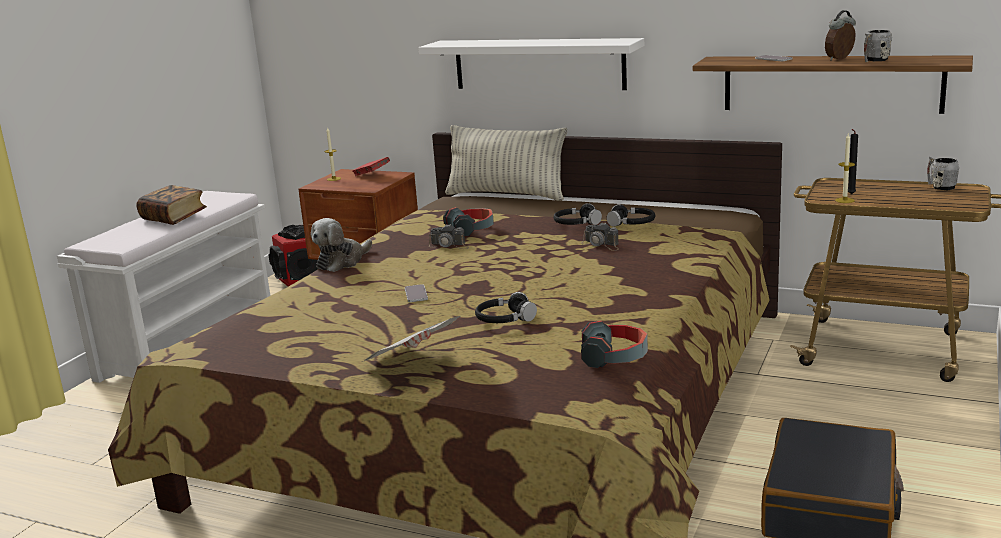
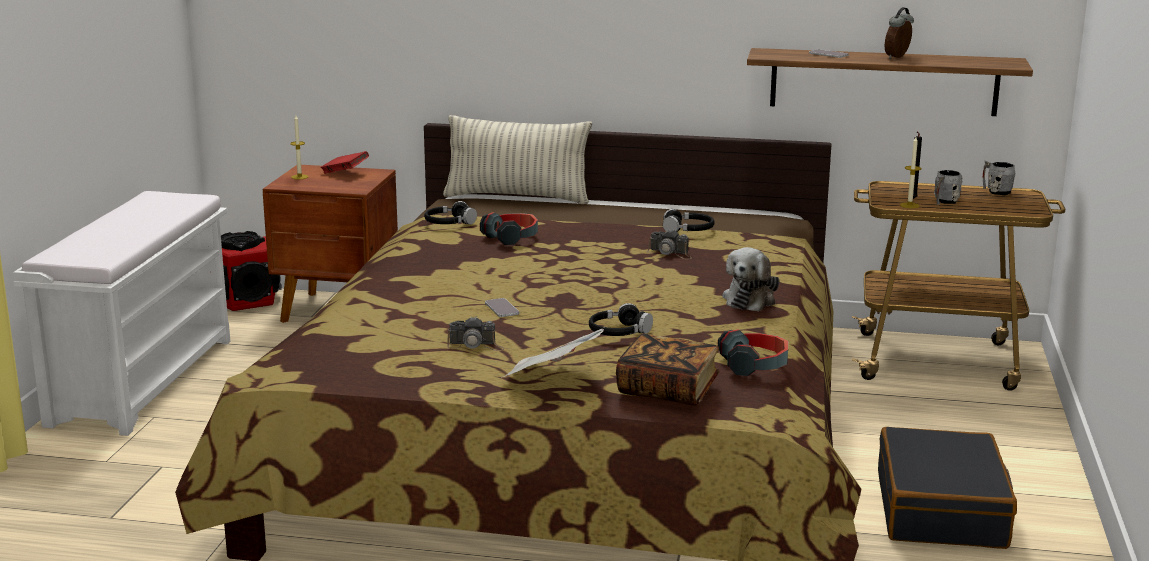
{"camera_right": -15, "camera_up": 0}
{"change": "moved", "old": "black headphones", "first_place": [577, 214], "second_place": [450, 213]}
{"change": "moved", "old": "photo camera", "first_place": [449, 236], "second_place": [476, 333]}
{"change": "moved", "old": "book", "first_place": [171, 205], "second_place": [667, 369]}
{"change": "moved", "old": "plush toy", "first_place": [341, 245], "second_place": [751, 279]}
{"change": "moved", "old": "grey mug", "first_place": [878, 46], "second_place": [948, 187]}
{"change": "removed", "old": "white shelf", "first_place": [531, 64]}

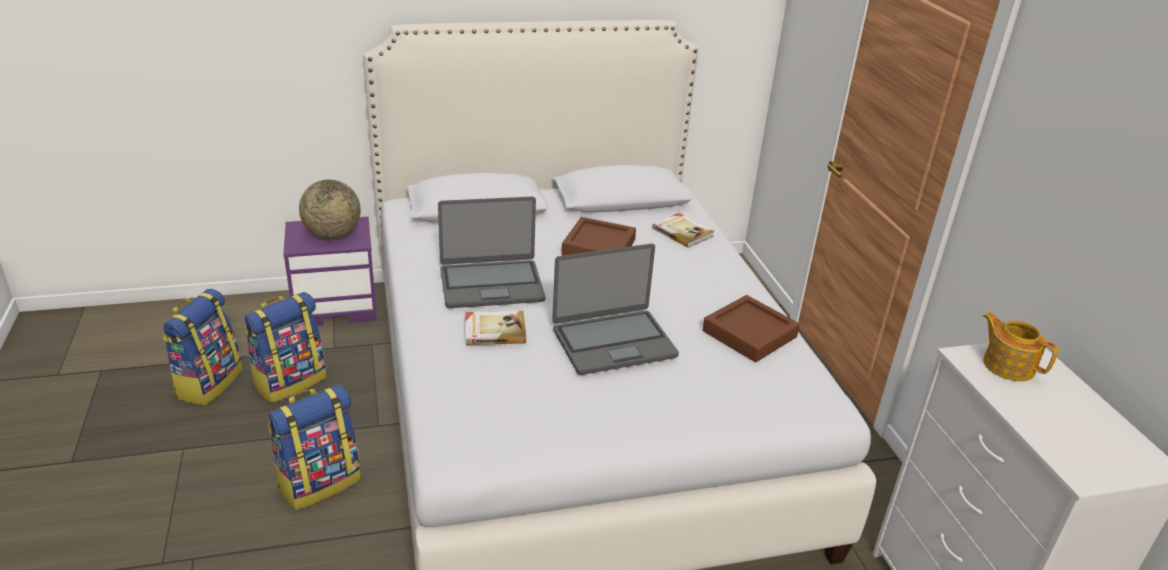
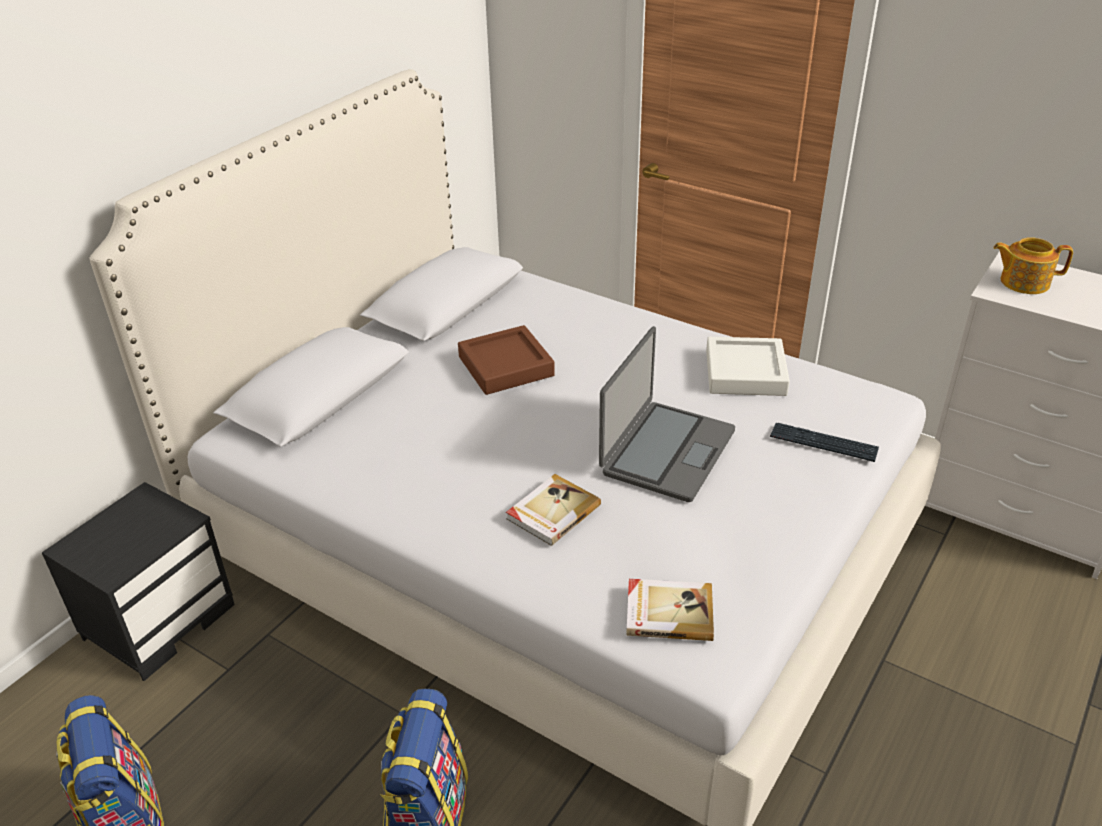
{"camera_right": -40, "camera_up": 5}
{"change": "recoloured", "old": "purple nightstand", "new": "black nightstand", "first_place": [330, 271], "second_place": [138, 581]}
{"change": "moved", "old": "book", "first_place": [683, 230], "second_place": [670, 610]}
{"change": "recoloured", "old": "brown tray", "new": "white tray", "first_place": [751, 328], "second_place": [748, 366]}
{"change": "added", "new": "keyboard", "second_place": [824, 442]}
{"change": "removed", "old": "backpack", "first_place": [285, 347]}
{"change": "removed", "old": "globe", "first_place": [330, 209]}
{"change": "removed", "old": "laptop", "first_place": [491, 252]}

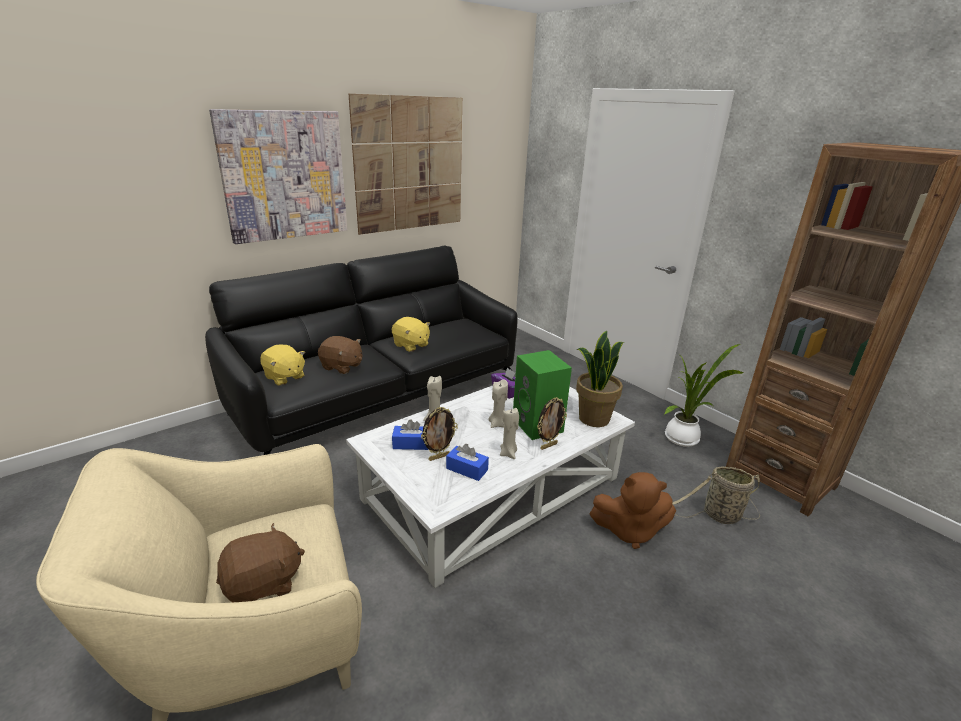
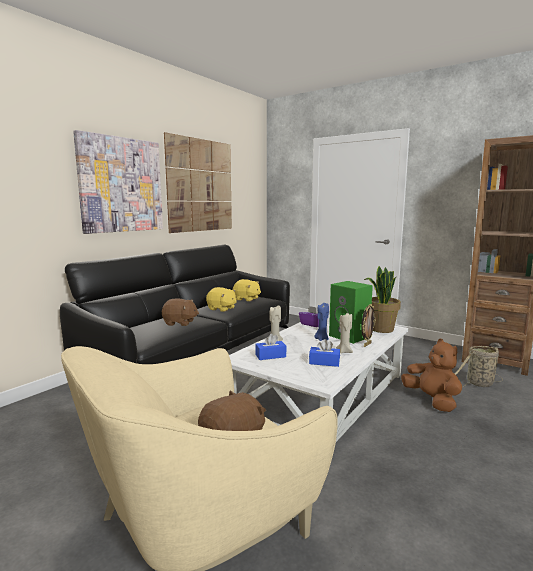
{"camera_right": -15, "camera_up": -15}
{"change": "moved", "old": "yellow plush toy", "first_place": [282, 365], "second_place": [247, 290]}
{"change": "recoloured", "old": "beige candle", "new": "blue candle", "first_place": [498, 403], "second_place": [321, 322]}
{"change": "turned", "old": "brown plush toy", "first_place": [633, 510], "second_place": [431, 375], "degrees": -105}
{"change": "removed", "old": "picture frame", "first_place": [439, 434]}
{"change": "removed", "old": "potted plant", "first_place": [704, 395]}

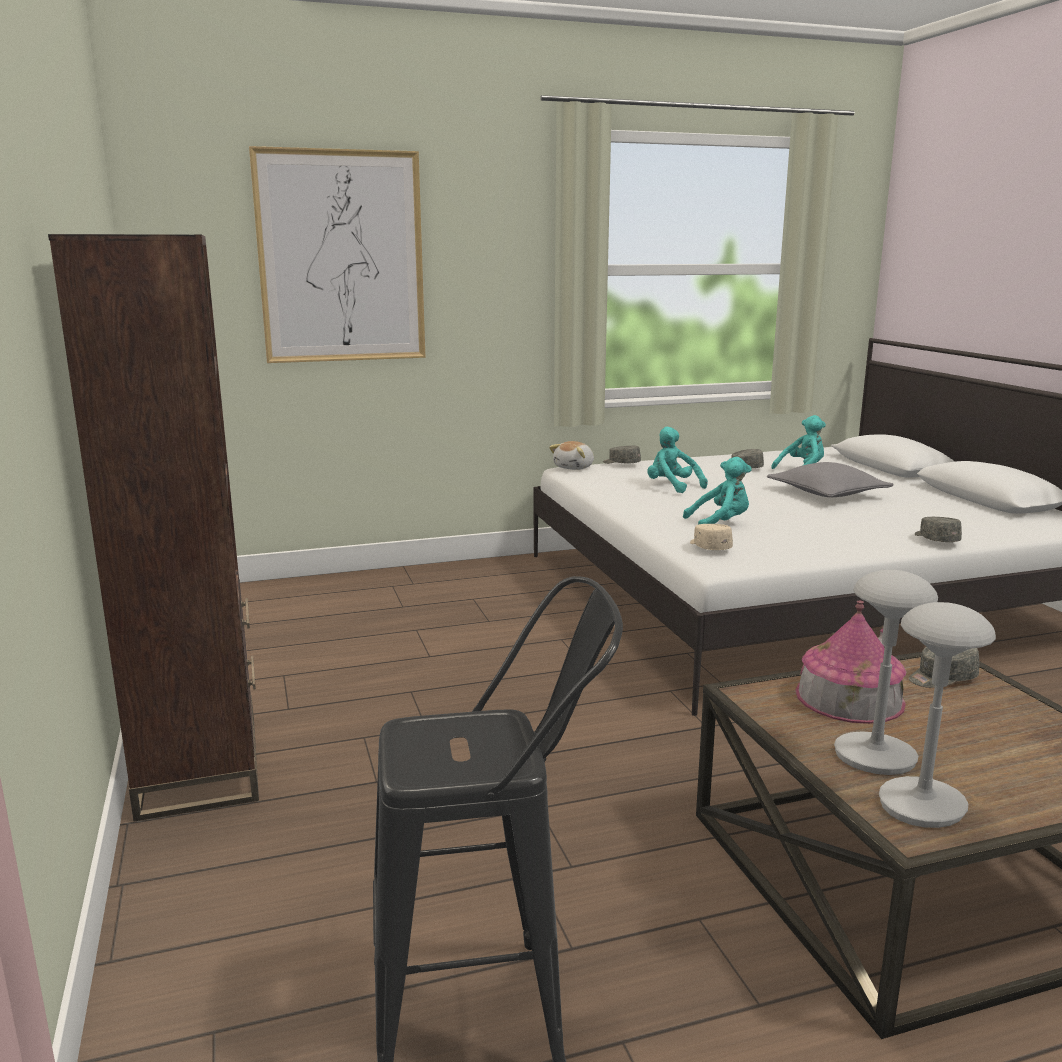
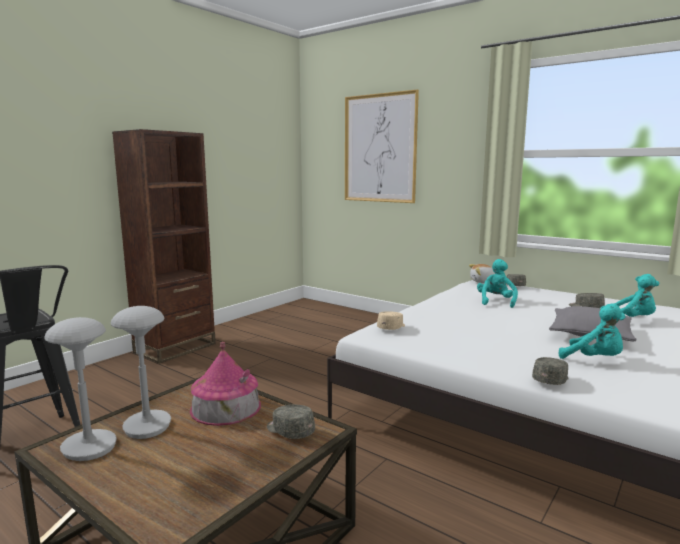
{"camera_right": 55, "camera_up": -5}
{"change": "moved", "old": "turquoise plush toy", "first_place": [717, 491], "second_place": [592, 331]}

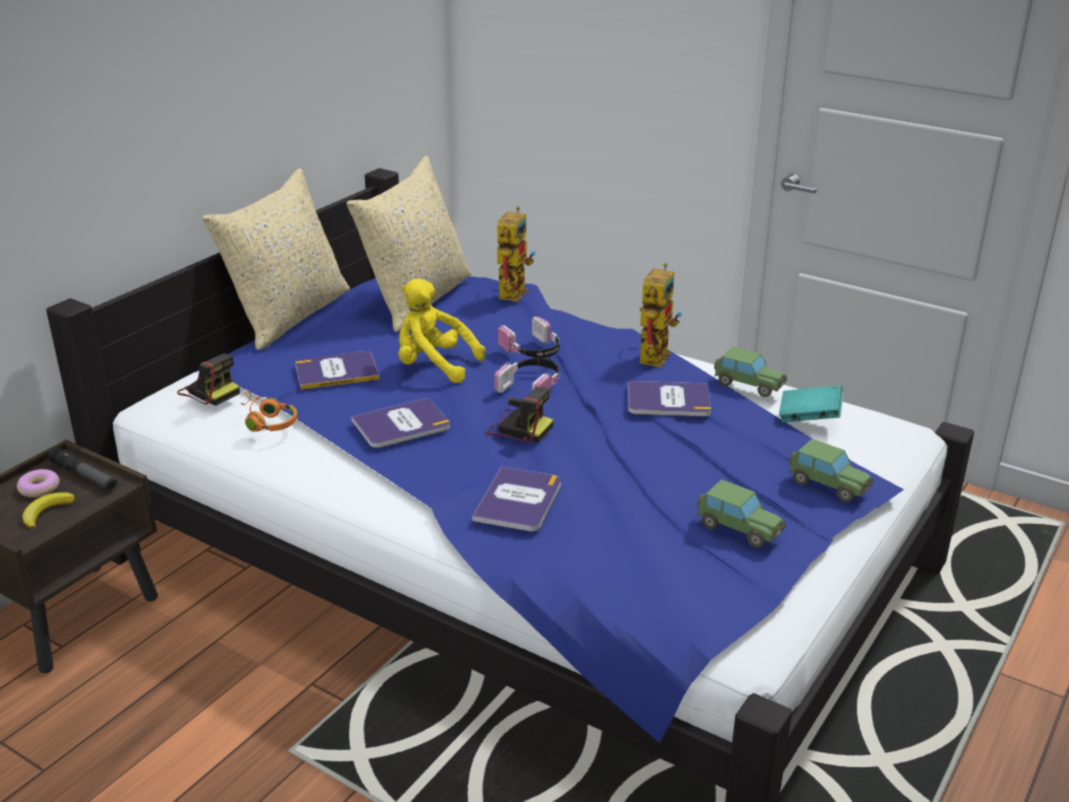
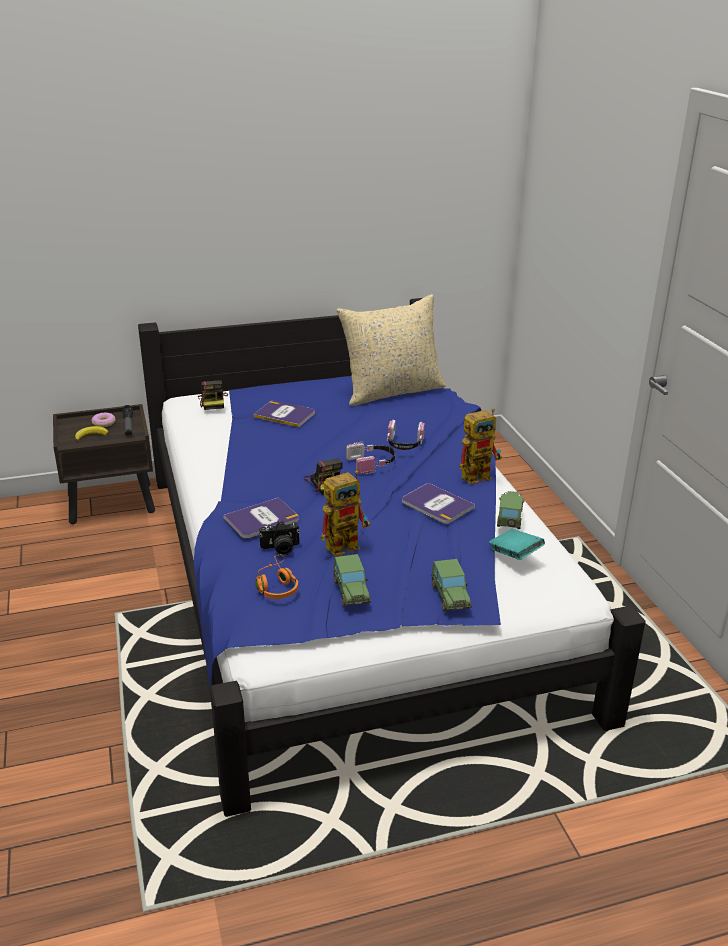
{"camera_right": 40, "camera_up": 0}
{"change": "moved", "old": "orange headphones", "first_place": [269, 411], "second_place": [276, 576]}
{"change": "added", "new": "photo camera", "second_place": [279, 538]}
{"change": "moved", "old": "toy robot", "first_place": [516, 254], "second_place": [345, 514]}
{"change": "turned", "old": "toy car", "first_place": [750, 371], "second_place": [510, 510], "degrees": -150}
{"change": "removed", "old": "beige pillow", "first_place": [276, 259]}
{"change": "removed", "old": "book", "first_place": [400, 423]}
{"change": "removed", "old": "yellow plush toy", "first_place": [441, 331]}

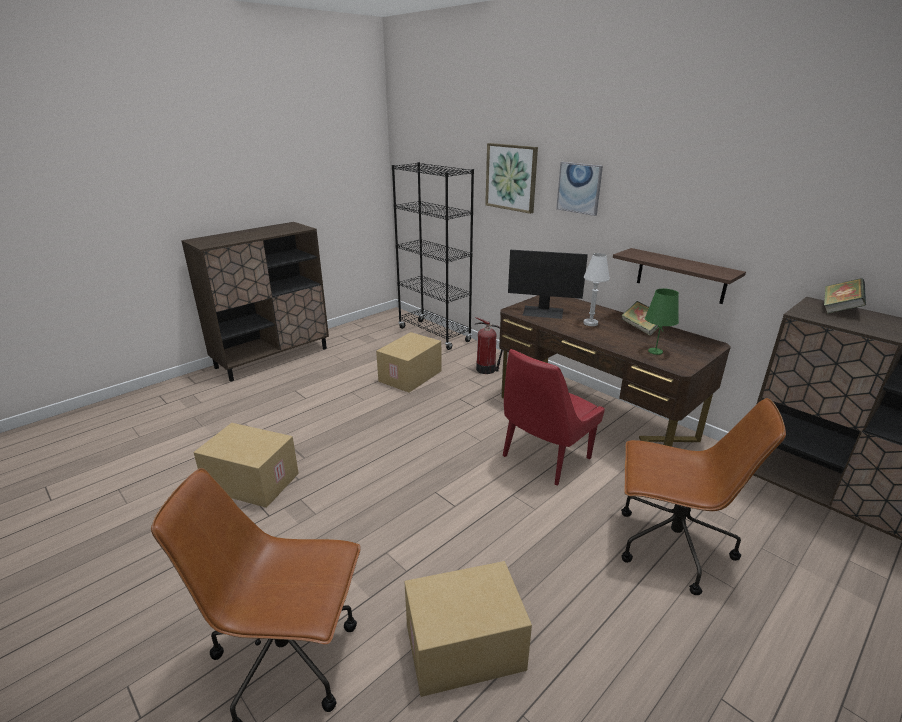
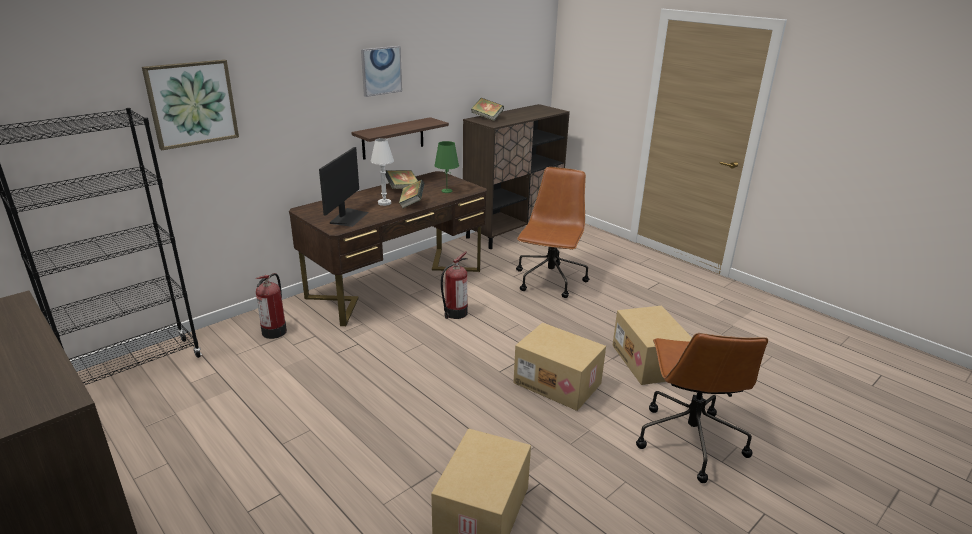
{"camera_right": -90, "camera_up": 0}
{"change": "moved", "old": "picture", "first_place": [579, 189], "second_place": [381, 71]}
{"change": "added", "new": "book", "second_place": [412, 194]}
{"change": "replaced", "old": "red chair", "new": "fire extinguisher", "first_place": [554, 417], "second_place": [454, 285]}
{"change": "moved", "old": "cardboard box", "first_place": [409, 362], "second_place": [559, 367]}

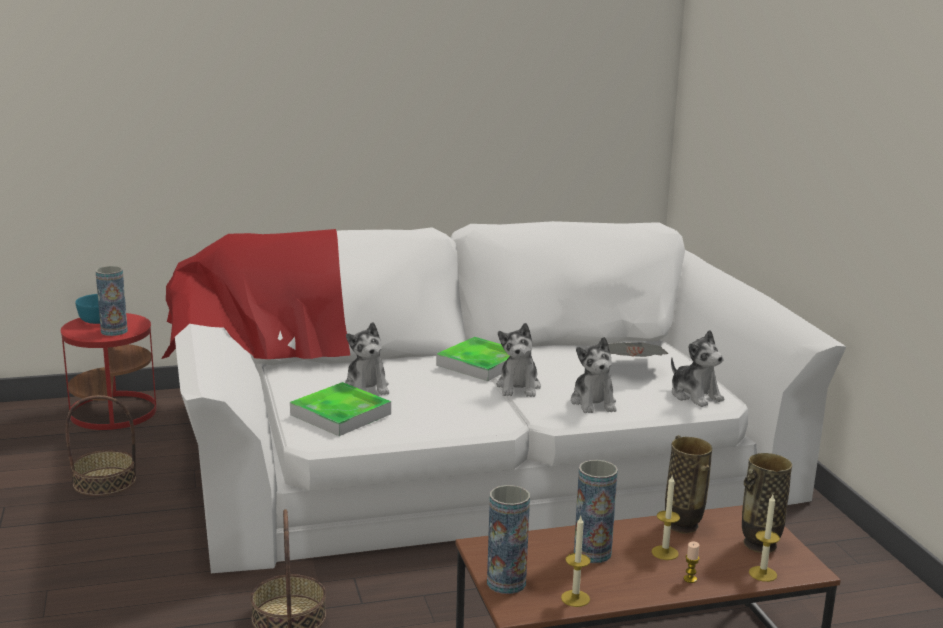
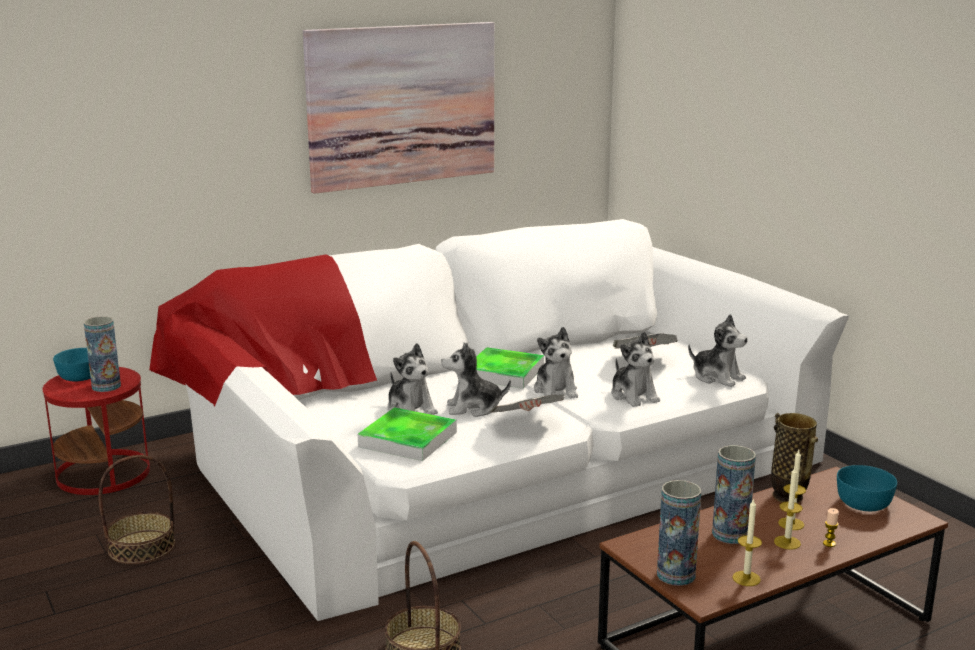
{"camera_right": -15, "camera_up": 0}
{"change": "added", "new": "picture", "second_place": [398, 108]}
{"change": "added", "new": "plush toy", "second_place": [476, 379]}
{"change": "added", "new": "newspaper", "second_place": [527, 404]}
{"change": "moved", "old": "candle", "first_place": [764, 538], "second_place": [788, 508]}
{"change": "replaced", "old": "vase", "new": "turquoise bowl", "first_place": [767, 503], "second_place": [867, 488]}

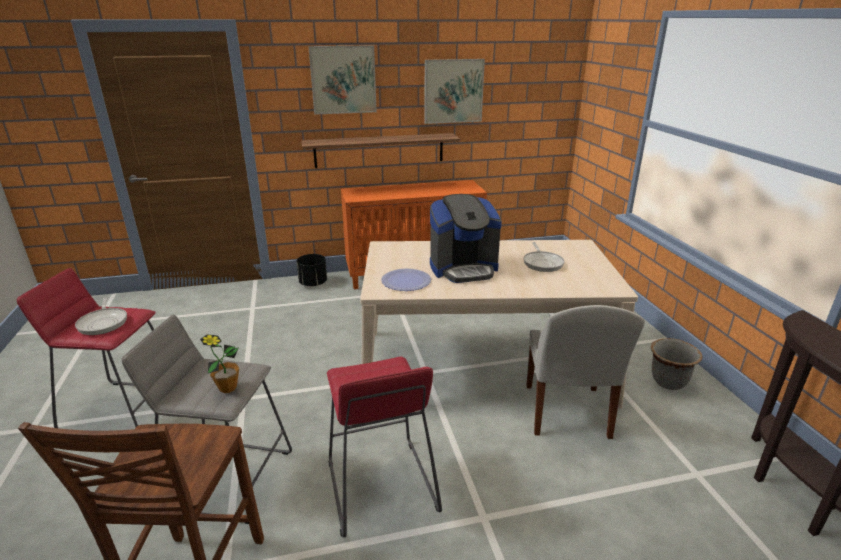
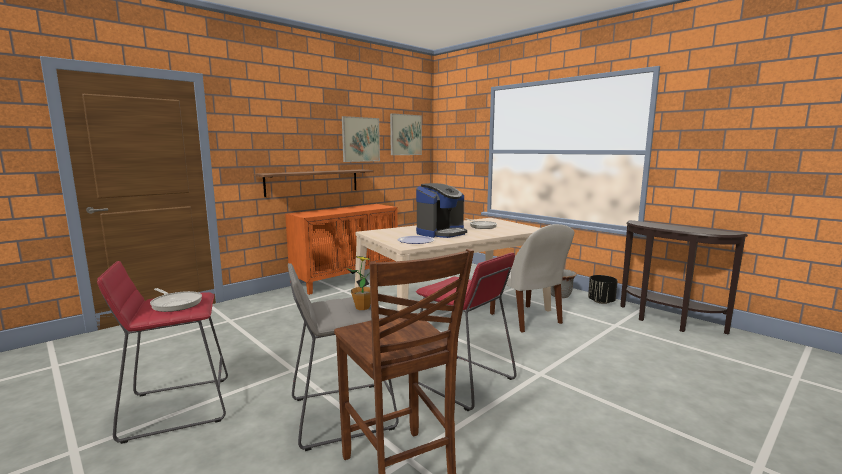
{"camera_right": -30, "camera_up": -15}
{"change": "moved", "old": "picture", "first_place": [342, 80], "second_place": [406, 134]}
{"change": "moved", "old": "black planter", "first_place": [312, 270], "second_place": [603, 289]}

